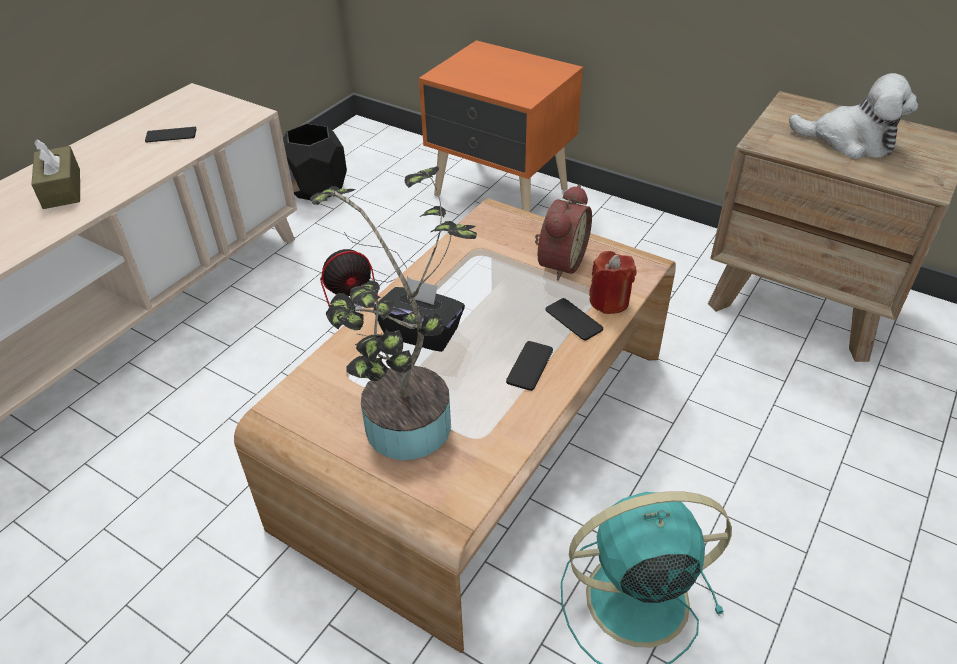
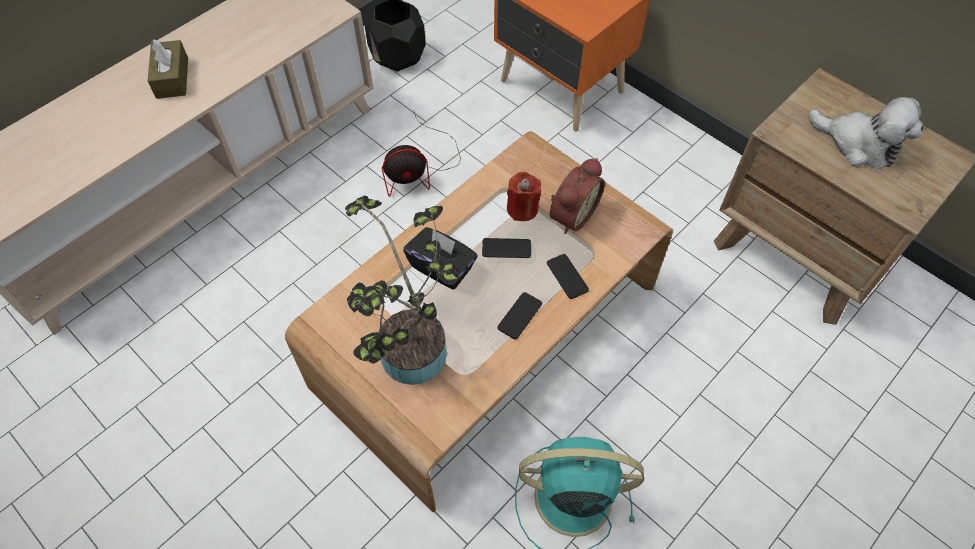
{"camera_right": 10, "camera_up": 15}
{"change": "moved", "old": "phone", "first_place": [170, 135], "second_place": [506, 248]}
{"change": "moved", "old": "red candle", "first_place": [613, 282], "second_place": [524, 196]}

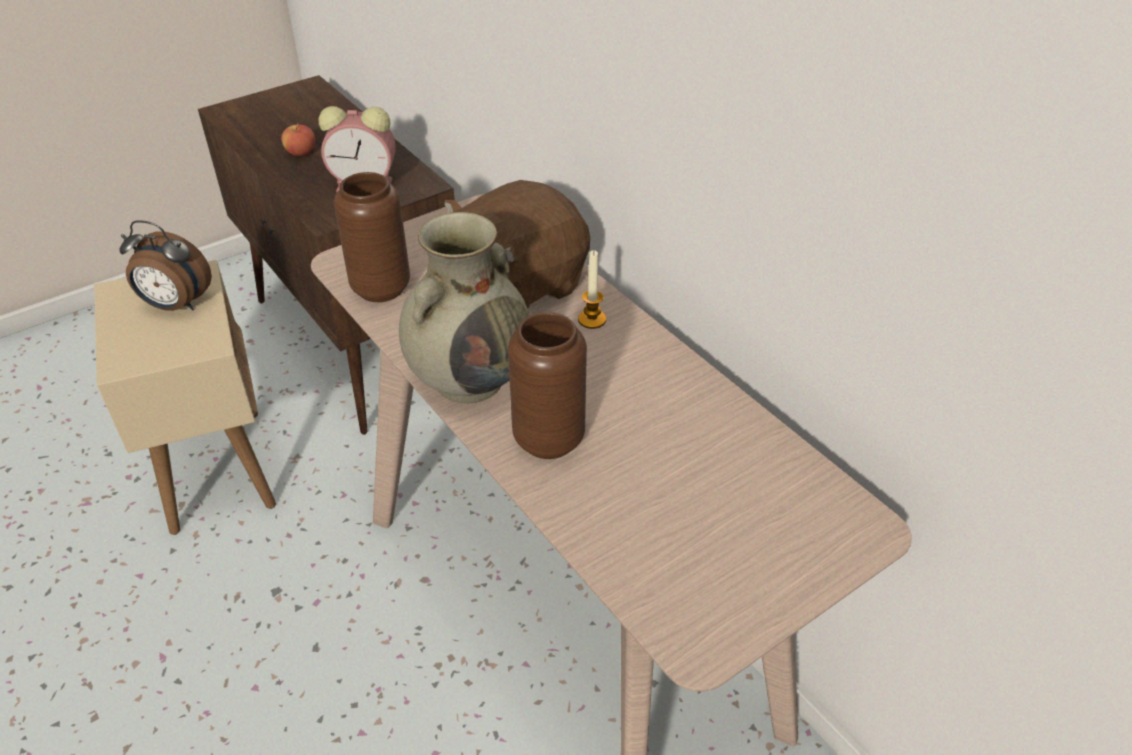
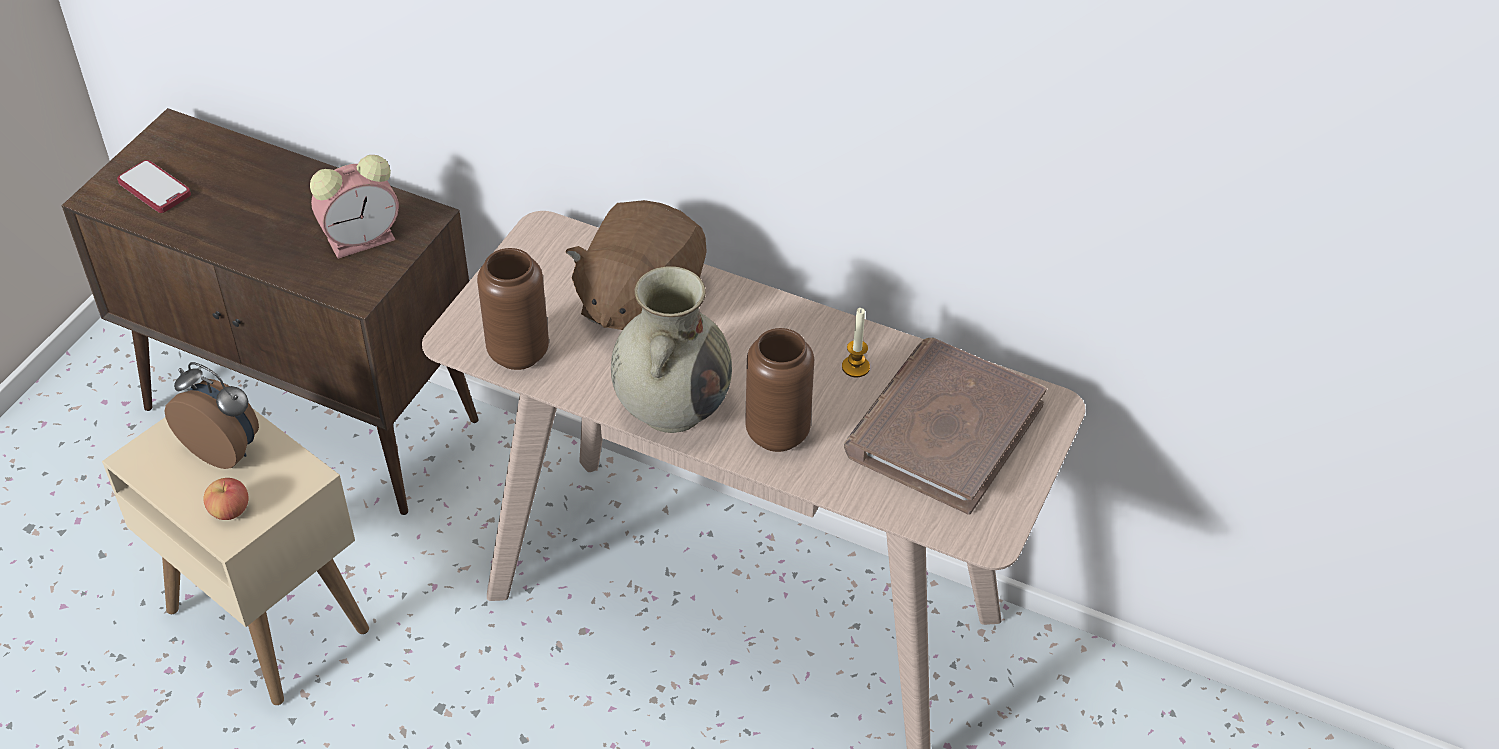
{"camera_right": -30, "camera_up": 5}
{"change": "added", "new": "phone", "second_place": [154, 186]}
{"change": "turned", "old": "alarm clock", "first_place": [165, 265], "second_place": [211, 415], "degrees": -135}
{"change": "moved", "old": "apple", "first_place": [298, 139], "second_place": [226, 499]}
{"change": "moved", "old": "candle", "first_place": [592, 289], "second_place": [856, 342]}
{"change": "added", "new": "brown book", "second_place": [945, 426]}

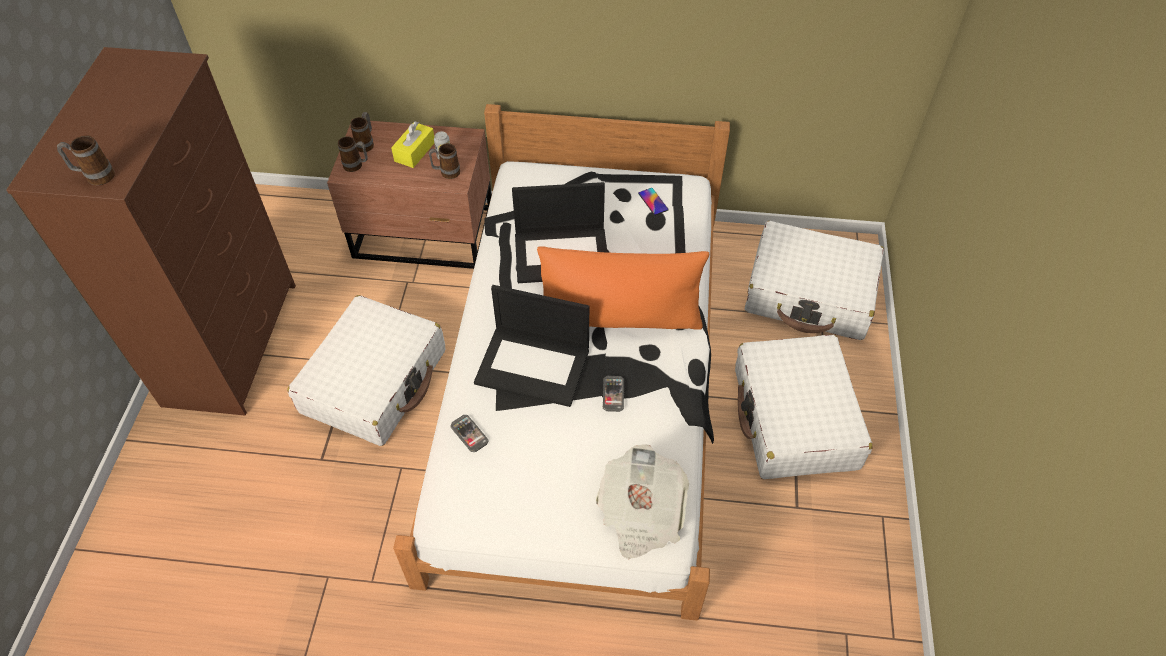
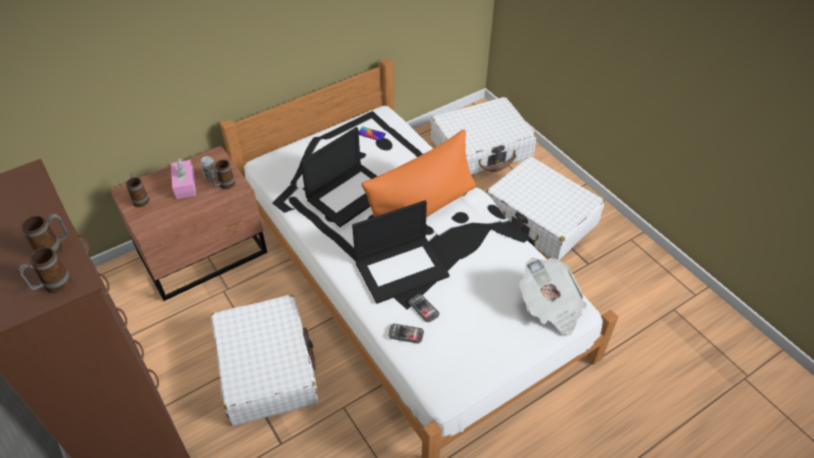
{"camera_right": -40, "camera_up": -5}
{"change": "moved", "old": "mug", "first_place": [353, 154], "second_place": [44, 234]}
{"change": "recoloured", "old": "yellow tissue box", "new": "pink tissue box", "first_place": [412, 144], "second_place": [183, 179]}
{"change": "moved", "old": "phone", "first_place": [613, 394], "second_place": [424, 308]}

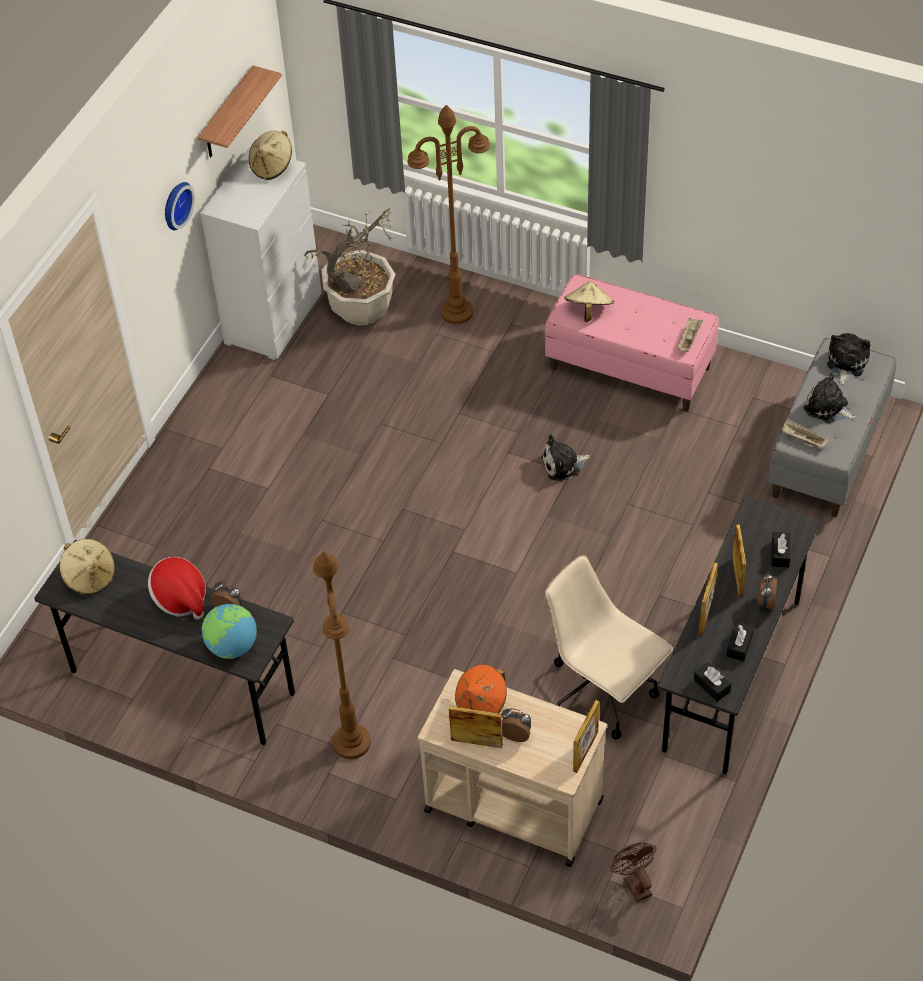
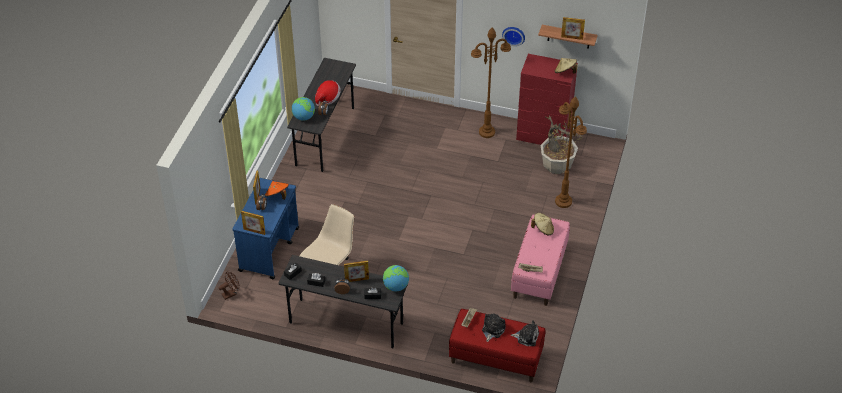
{"camera_right": 80, "camera_up": -5}
{"change": "recoloured", "old": "beige cart", "new": "blue cart", "first_place": [512, 768], "second_place": [266, 228]}
{"change": "added", "new": "globe", "second_place": [396, 278]}
{"change": "recoloured", "old": "grey bench", "new": "red bench", "first_place": [832, 427], "second_place": [497, 345]}
{"change": "moved", "old": "brown floor lamp", "first_place": [342, 655], "second_place": [491, 83]}
{"change": "recoloured", "old": "white dresser", "new": "red dresser", "first_place": [261, 253], "second_place": [547, 99]}
{"change": "moved", "old": "picture frame", "first_place": [708, 598], "second_place": [573, 28]}
{"change": "removed", "old": "beige hat", "first_place": [87, 567]}
{"change": "removed", "old": "plush toy", "first_place": [565, 457]}

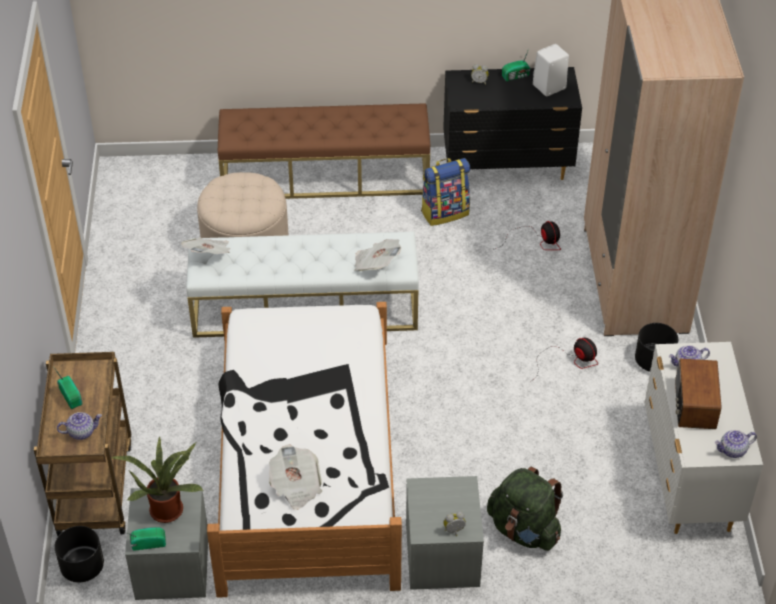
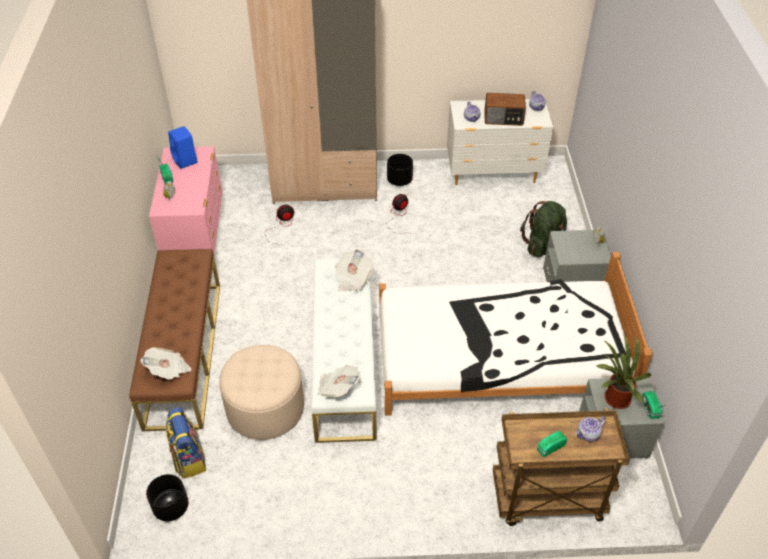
{"camera_right": -90, "camera_up": 0}
{"change": "moved", "old": "newspaper", "first_place": [295, 477], "second_place": [166, 363]}
{"change": "moved", "old": "black planter", "first_place": [79, 554], "second_place": [167, 497]}
{"change": "recoloured", "old": "black dresser", "new": "pink dresser", "first_place": [512, 123], "second_place": [186, 200]}
{"change": "moved", "old": "backpack", "first_place": [445, 192], "second_place": [186, 442]}
{"change": "recoloured", "old": "white speaker", "new": "blue speaker", "first_place": [551, 70], "second_place": [183, 147]}
{"change": "turned", "old": "teapot", "first_place": [79, 426], "second_place": [591, 429], "degrees": -105}

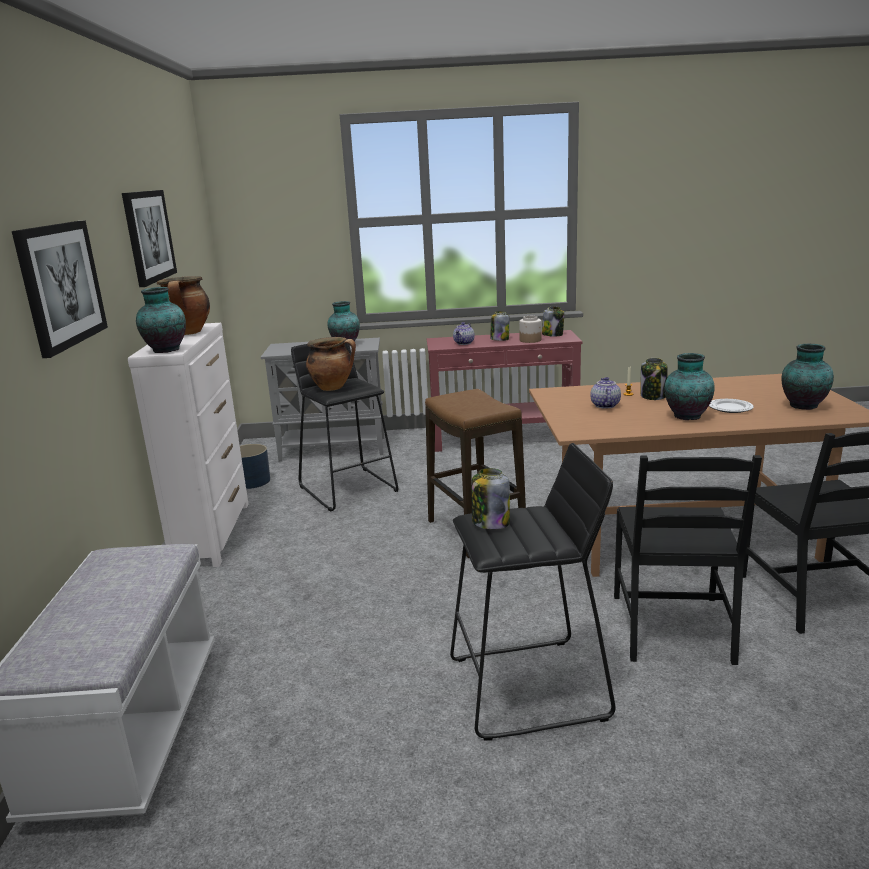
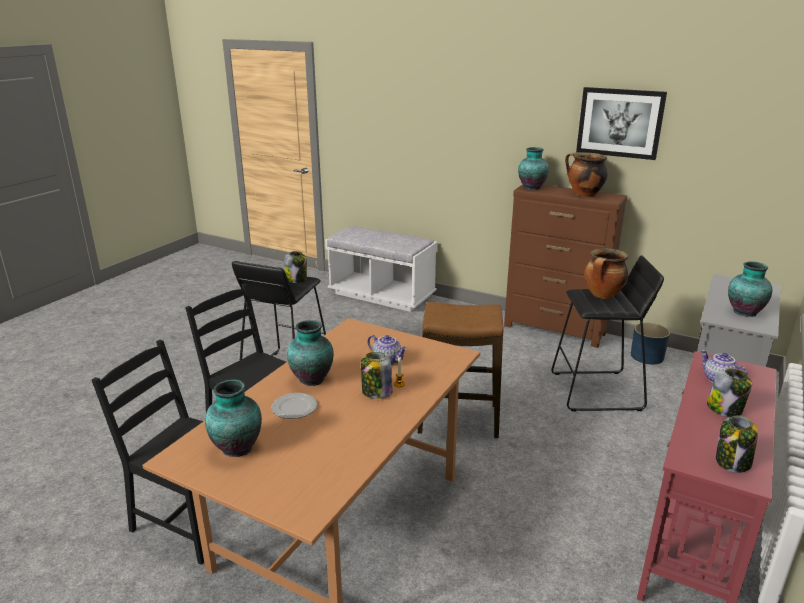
{"camera_right": 120, "camera_up": 5}
{"change": "recoloured", "old": "white dresser", "new": "brown dresser", "first_place": [188, 445], "second_place": [565, 266]}
{"change": "removed", "old": "picture", "first_place": [60, 289]}
{"change": "removed", "old": "jar", "first_place": [530, 329]}

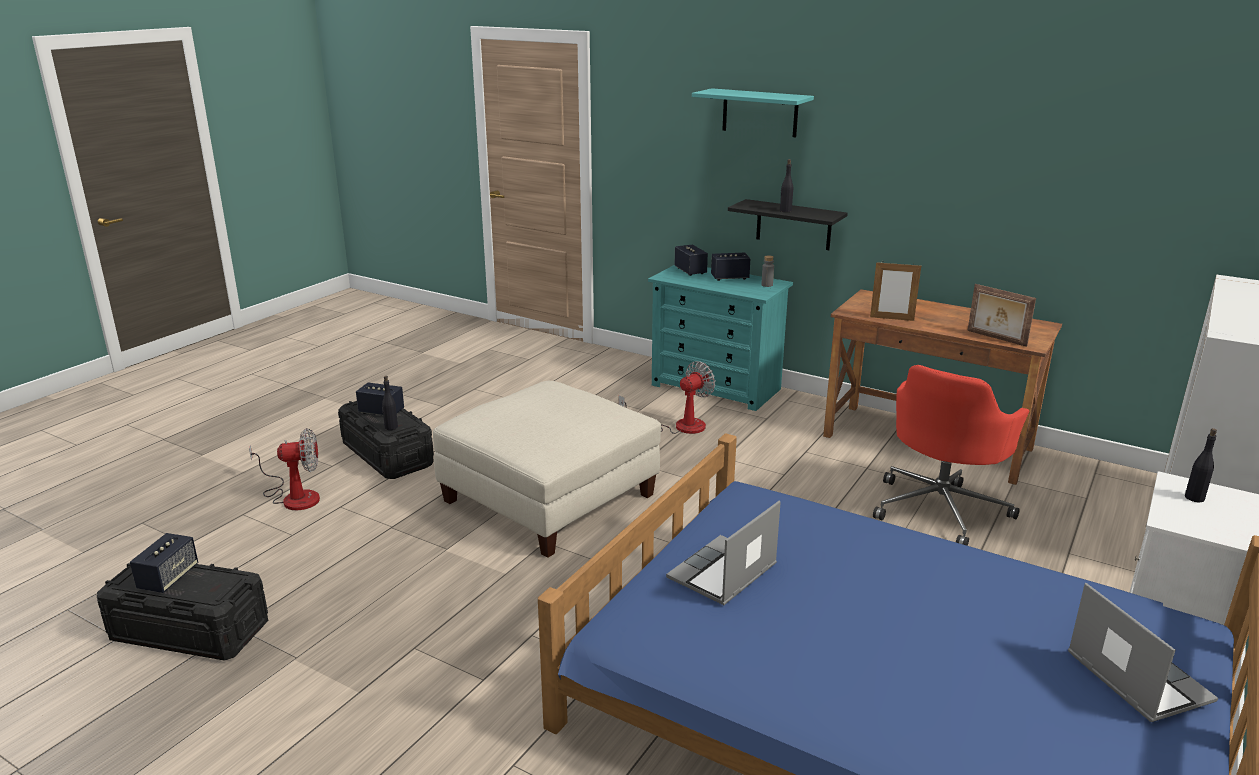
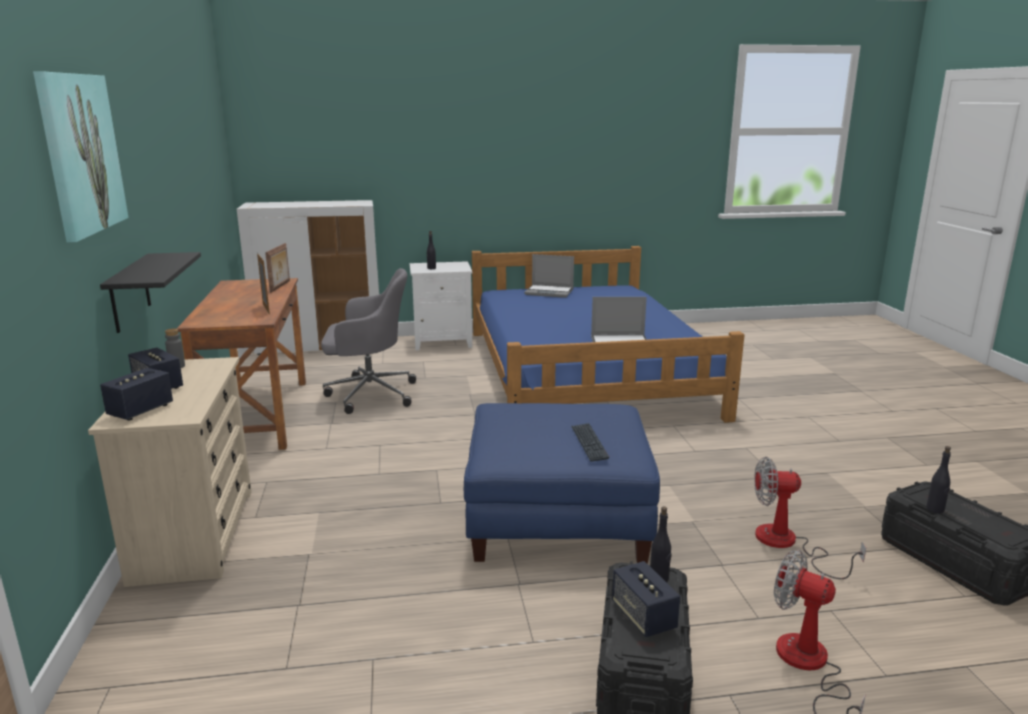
{"camera_right": -130, "camera_up": -5}
{"change": "replaced", "old": "turquoise shelf", "new": "picture", "first_place": [753, 113], "second_place": [80, 156]}
{"change": "recoloured", "old": "turquoise dresser", "new": "beige dresser", "first_place": [720, 338], "second_place": [170, 472]}
{"change": "recoloured", "old": "red office chair", "new": "grey office chair", "first_place": [951, 455], "second_place": [368, 341]}
{"change": "recoloured", "old": "beige ottoman", "new": "blue ottoman", "first_place": [547, 469], "second_place": [562, 483]}
{"change": "turned", "old": "laptop", "first_place": [1143, 652], "second_place": [549, 276], "degrees": -105}
{"change": "added", "new": "keyboard", "second_place": [590, 442]}
{"change": "moved", "old": "fan", "first_place": [667, 397], "second_place": [810, 518]}
{"change": "moved", "old": "black bottle", "first_place": [786, 185], "second_place": [938, 479]}
{"change": "removed", "old": "speaker", "first_place": [164, 563]}

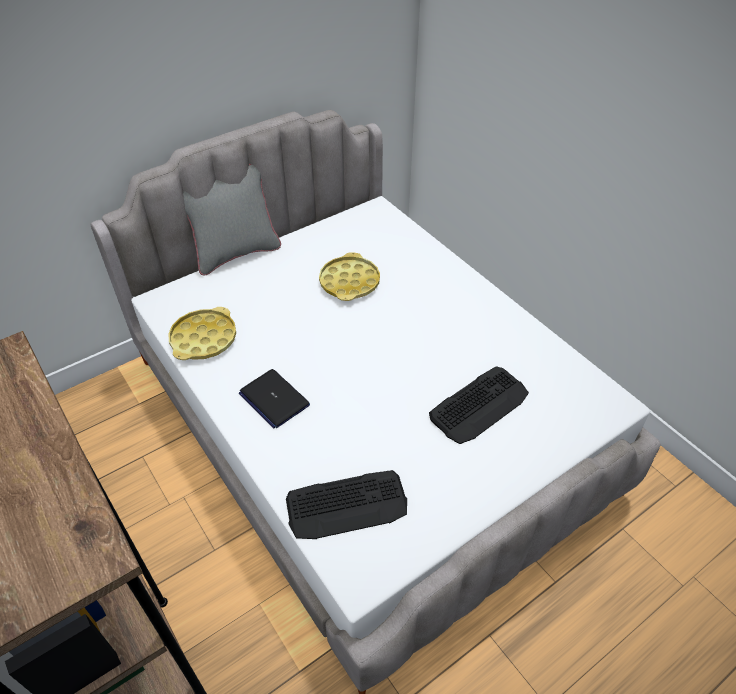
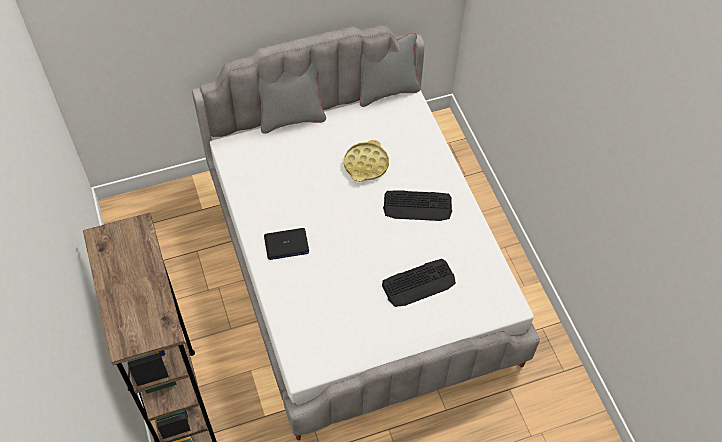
{"camera_right": 15, "camera_up": 10}
{"change": "turned", "old": "laptop", "first_place": [274, 398], "second_place": [286, 244], "degrees": -75}
{"change": "added", "new": "grey pillow", "second_place": [390, 69]}
{"change": "moved", "old": "keyboard", "first_place": [346, 504], "second_place": [417, 206]}
{"change": "removed", "old": "yellow tray", "first_place": [202, 333]}

